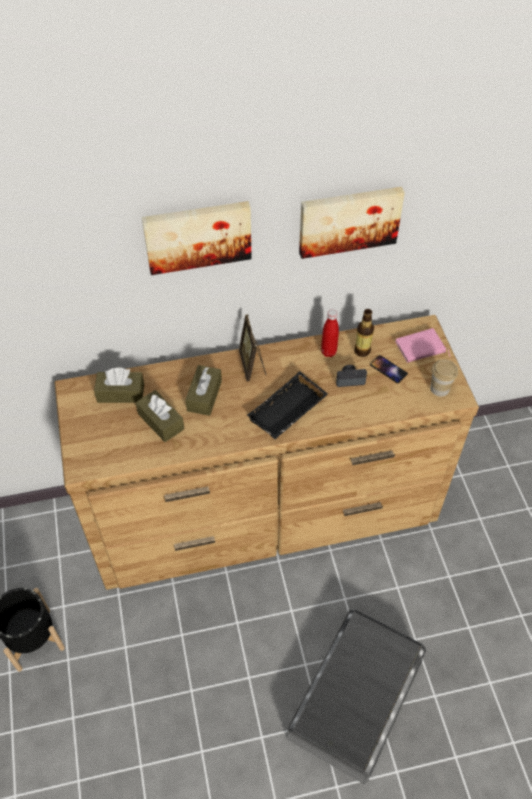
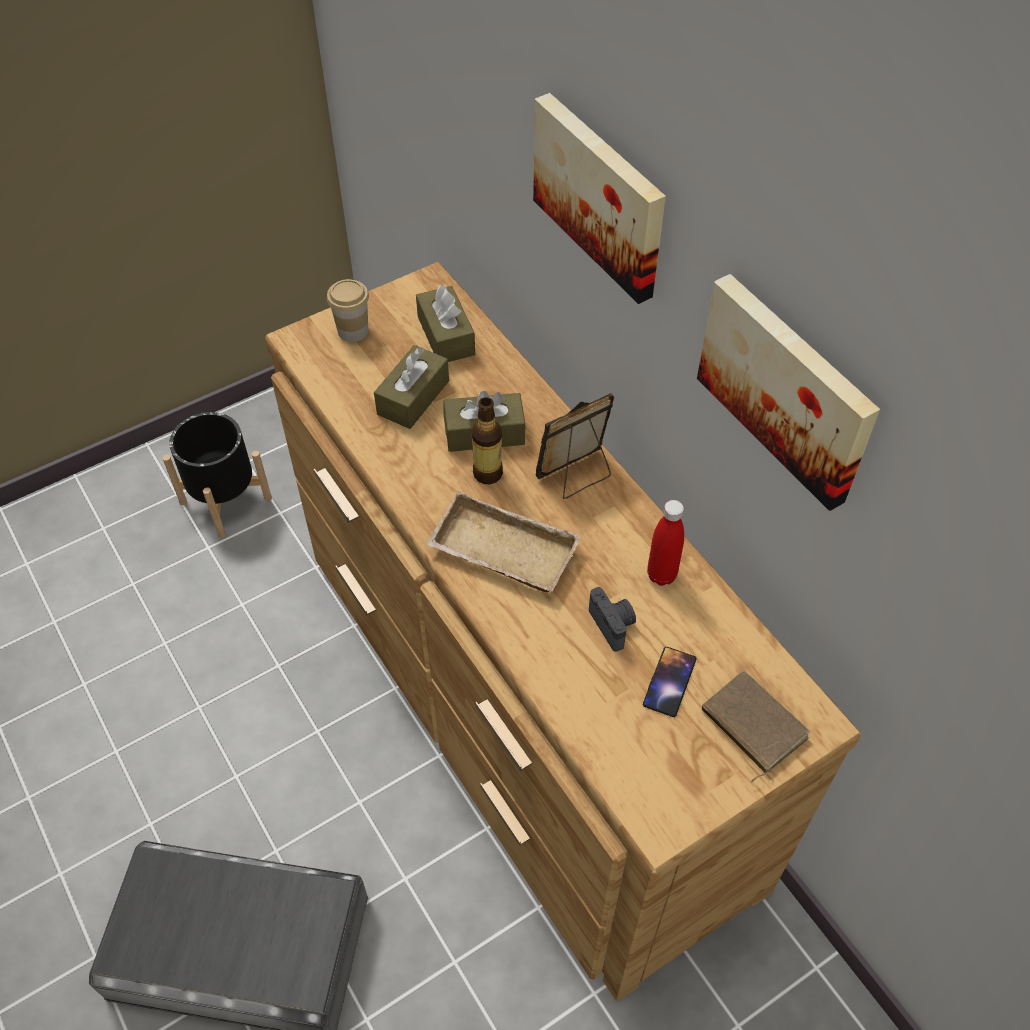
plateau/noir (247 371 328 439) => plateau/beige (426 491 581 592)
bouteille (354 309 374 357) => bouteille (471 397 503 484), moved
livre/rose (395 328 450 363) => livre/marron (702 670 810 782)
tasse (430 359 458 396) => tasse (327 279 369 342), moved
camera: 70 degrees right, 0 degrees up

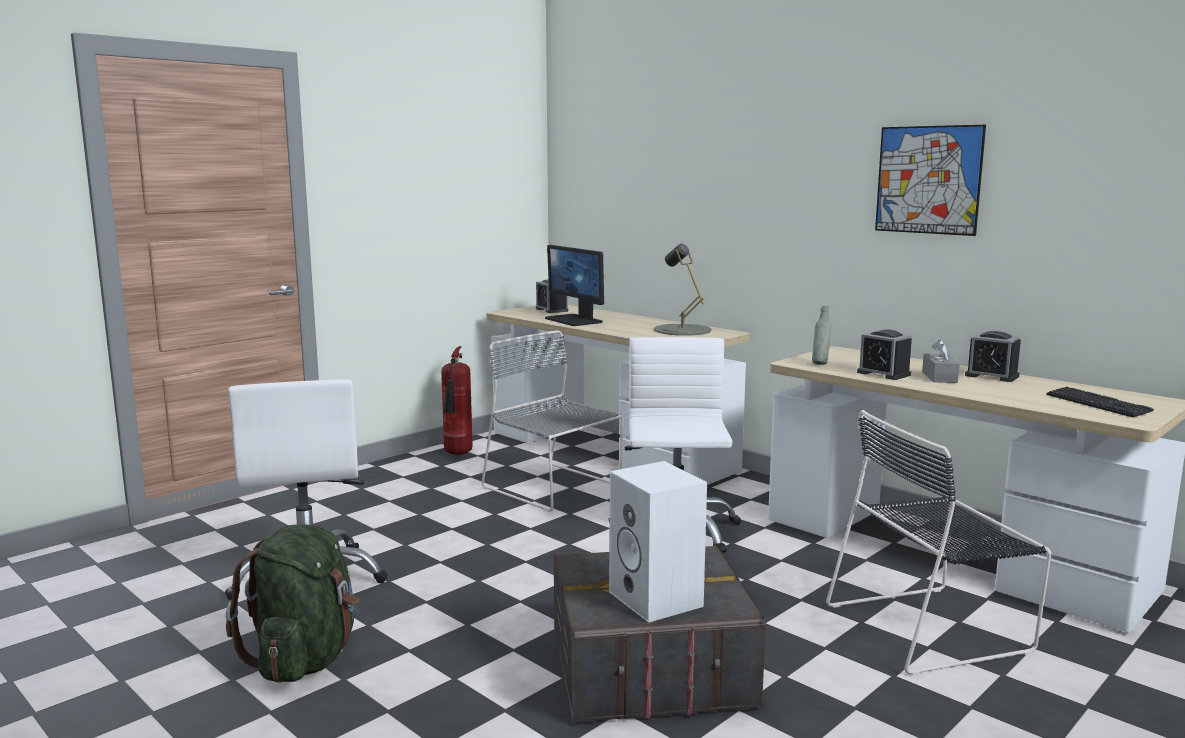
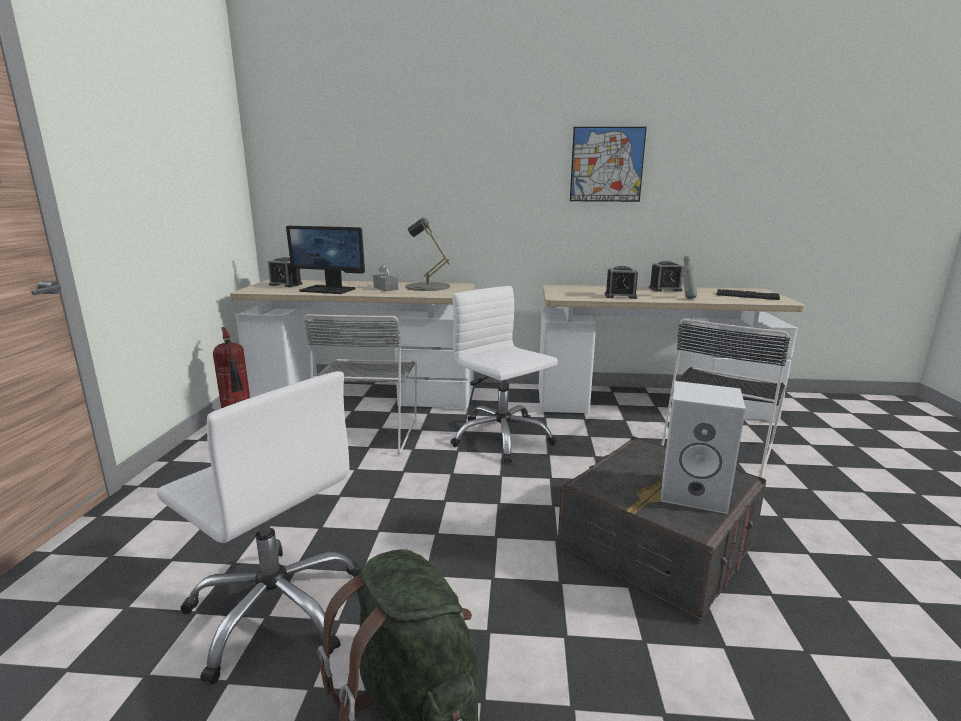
chaise/gris (482 330 623 512) => chaise/gris (304 314 417 454), 90 degrees counterclockwise
bouteille/gris (812 306 831 365) => bouteille/gris (682 256 697 298), moved
boîte à mouchoirs/gris (922 339 960 383) => boîte à mouchoirs/gris (373 264 398 291), moved
camera: 40 degrees left, 5 degrees up

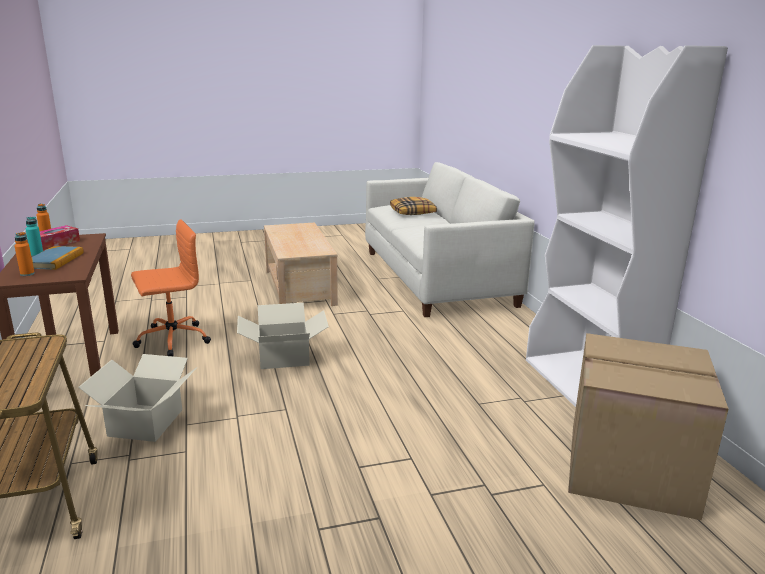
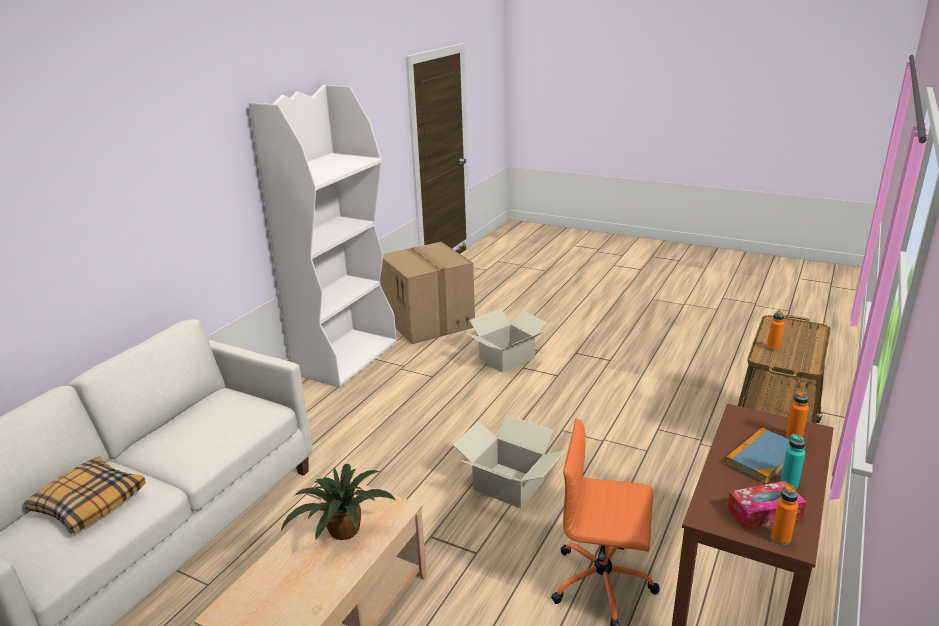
carton (78 354 197 442) => carton (466 309 547 373), moved
nothing => plante en pot (281 464 396 541)
nothing => bouteille/orange (767 310 784 352)
camera: 135 degrees left, 5 degrees up

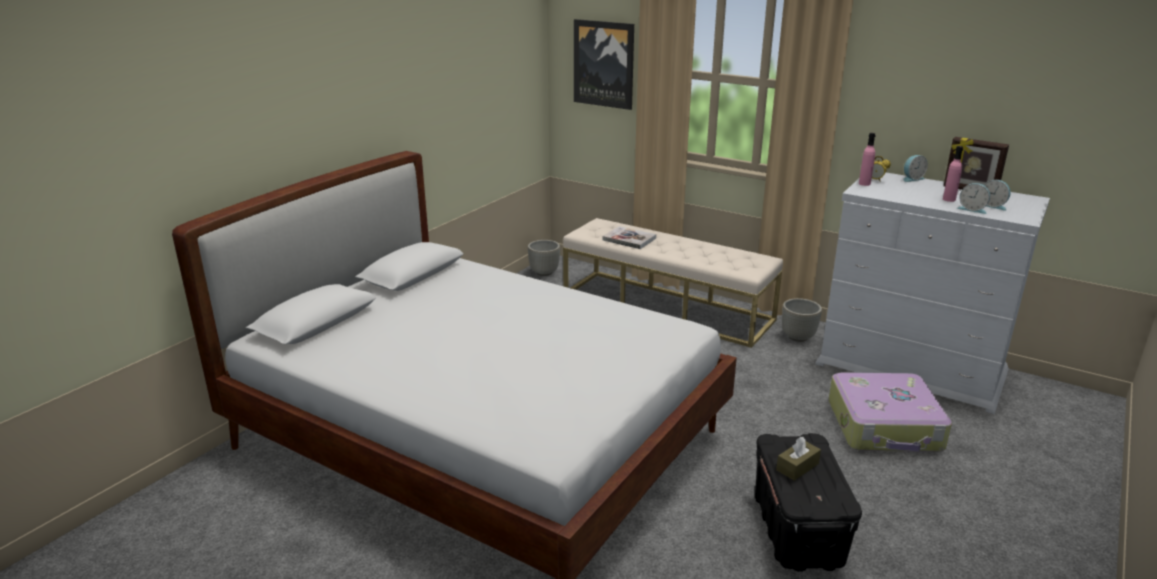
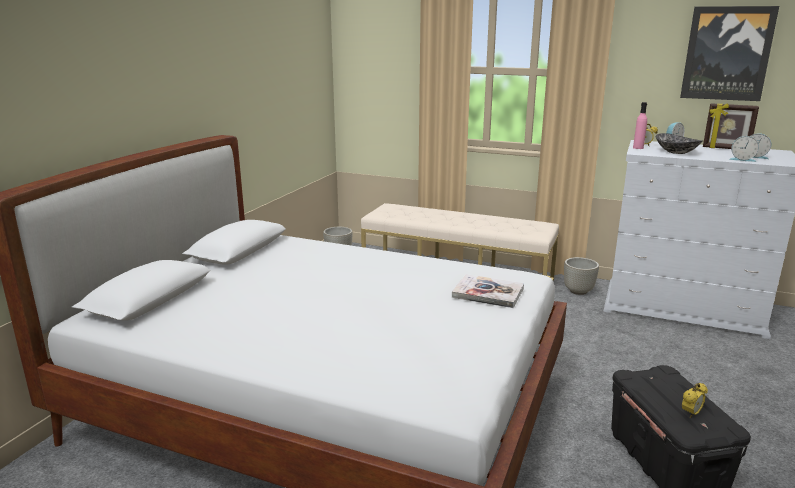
tableau (574 19 634 110) => tableau (680 6 779 101), moved
livre (602 226 656 249) => livre (452 274 524 308), moved
boîte à mouchoirs/marron (776 437 821 481) => nothing
valise (829 372 952 452) => nothing
bouteille/rose (943 146 963 202) => nothing
nothing => bol (656 133 702 154)
nothing => réveil (682 383 708 418)
camera: 10 degrees left, 5 degrees down

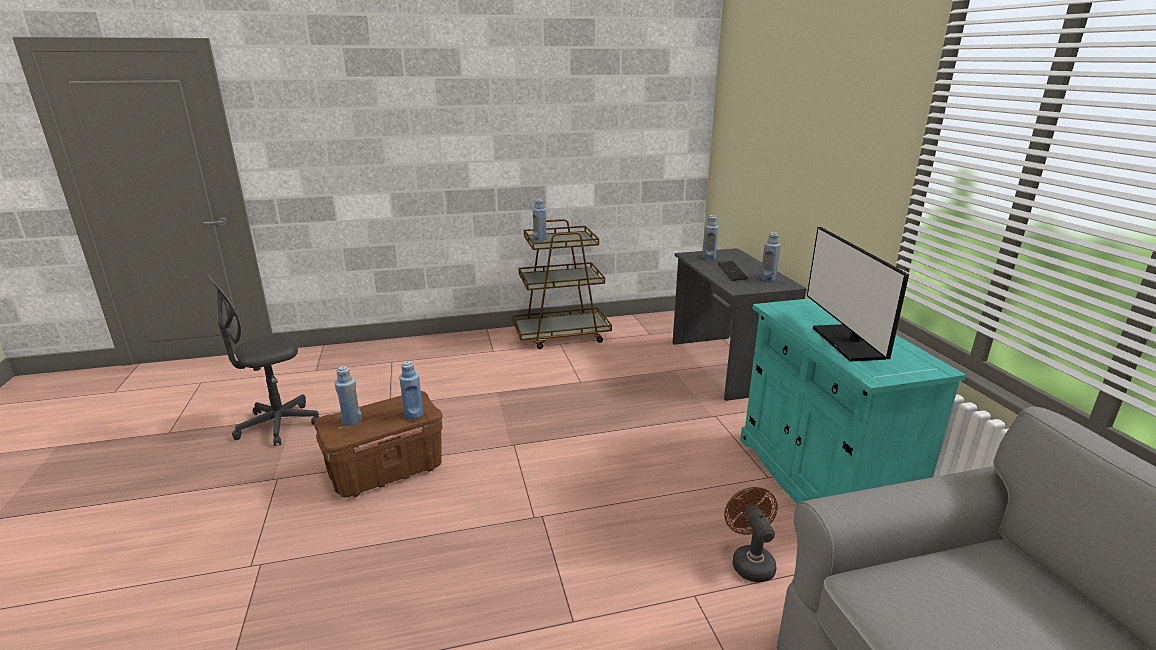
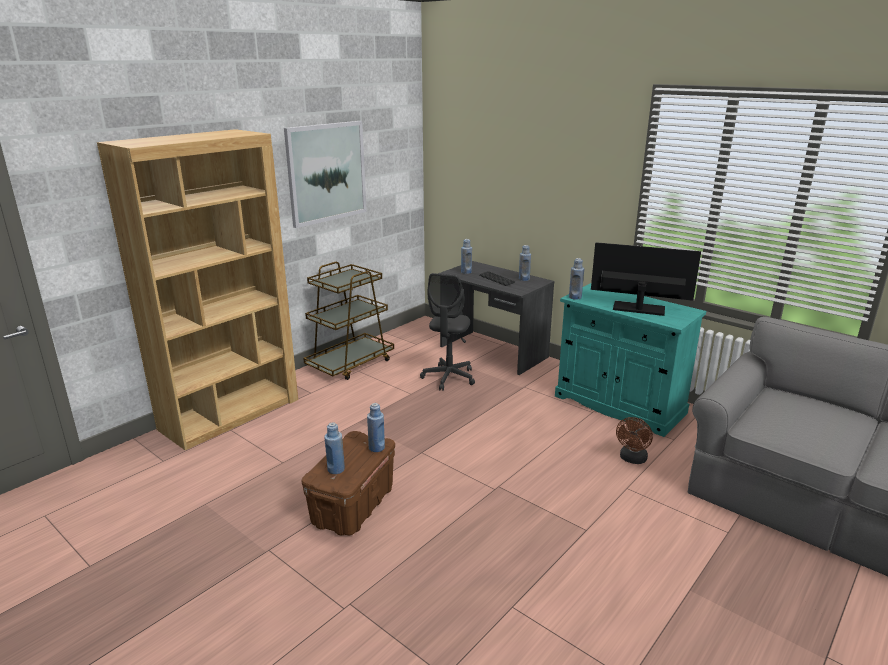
chaise de bureau/gris (205 273 319 446) => chaise de bureau/gris (420 273 475 391), moved
bouteille/bleu (533 199 546 241) => bouteille/bleu (569 258 584 300), moved
ventilateur/marron (724 487 778 582) => ventilateur/marron (616 417 653 464), 105 degrees counterclockwise
écran d'ordinateur (807 227 909 362) => écran d'ordinateur (591 242 701 316), 150 degrees clockwise
nothing => bibliothèque/marron (97 129 298 450)
nothing => tableau (284 121 367 228)
camera: 35 degrees left, 0 degrees up

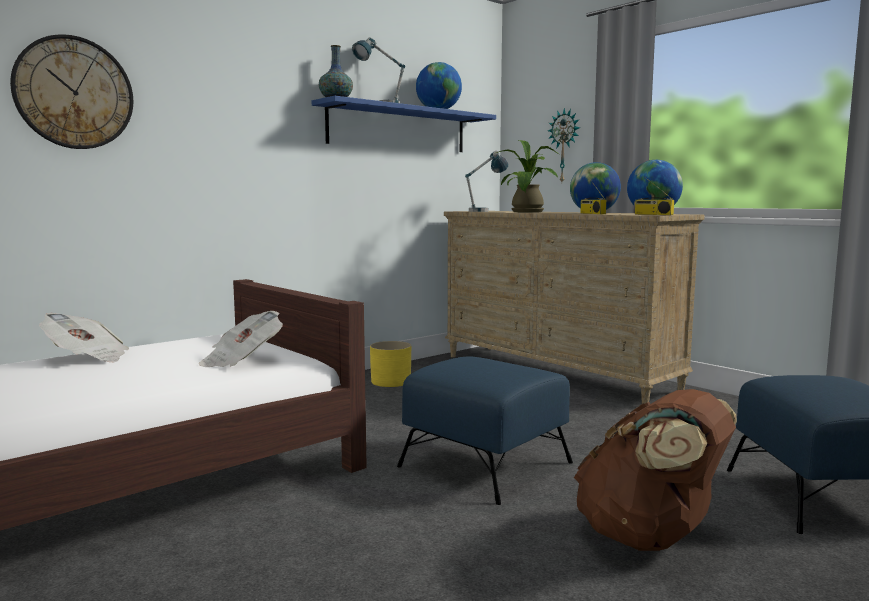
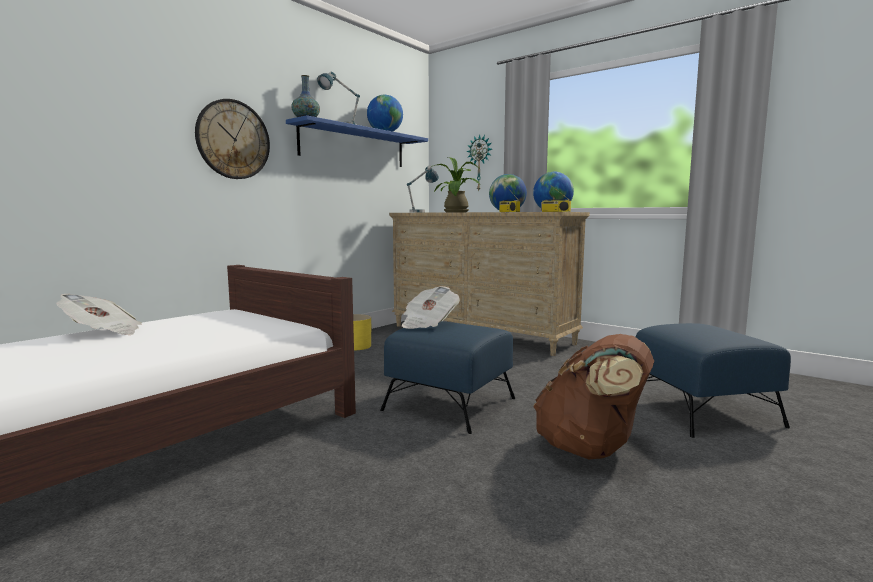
horloge murale (10 34 133 149) => horloge murale (195 99 270 179), moved
journal (199 311 283 367) => journal (401 286 460 329), moved
camera: 10 degrees left, 0 degrees up

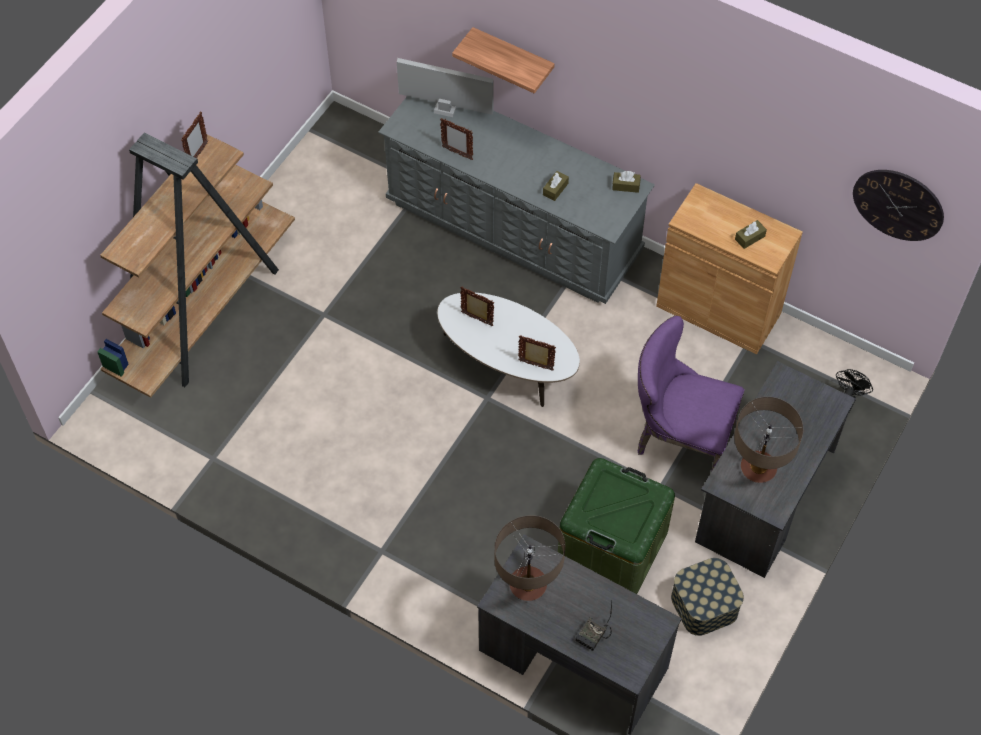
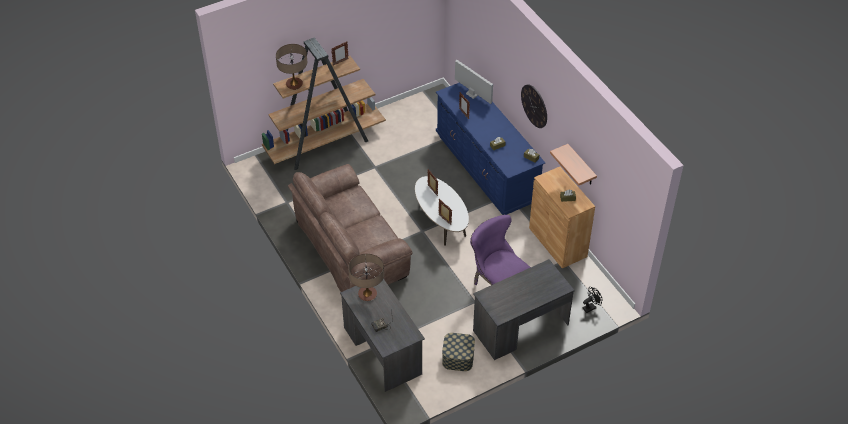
commode/gris (378 96 655 304) => commode/bleu (436 83 545 215)
étagère (452 27 555 94) => étagère (550 144 597 186), moved
boîte de rangement/vert (558 458 675 594) => nothing
lampe de table (734 397 803 483) => lampe de table (276 44 307 90), moved
horloge murale (853 170 944 241) => horloge murale (521 84 547 128), moved
nothing => canapé/marron (288 164 412 292)
camera: 30 degrees right, 10 degrees down

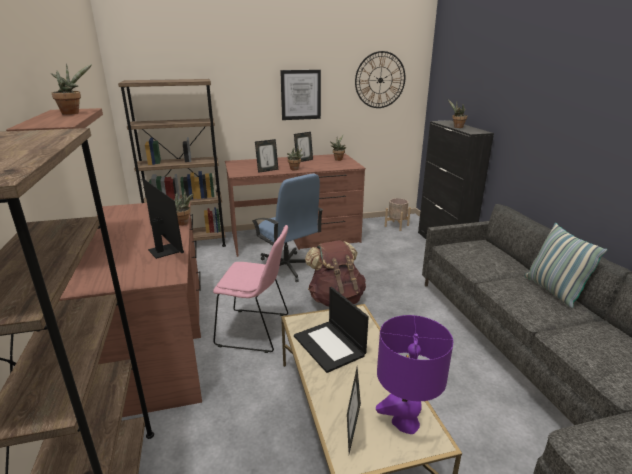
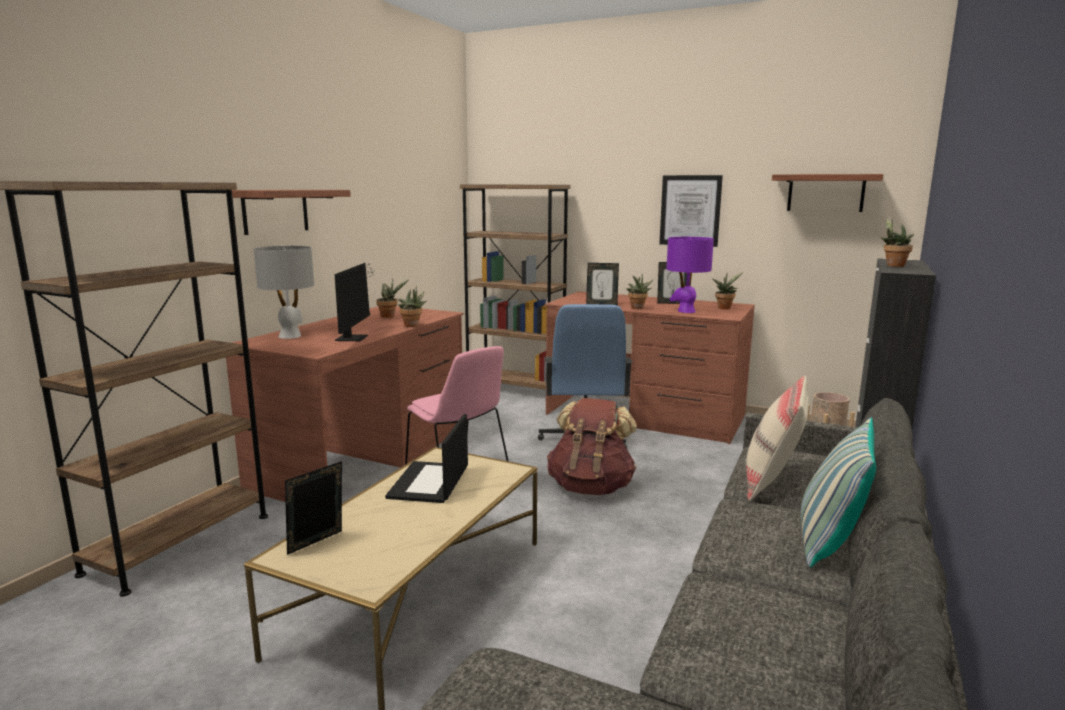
plante en pot (51 64 92 115) => plante en pot (376 278 409 318), moved
horloge murale (355 51 405 108) => étagère (772 174 883 212)
lampe de table/violet (376 315 453 434) => lampe de table/violet (666 237 714 313), moved
nothing => lampe de table/gris (254 246 314 339)
nothing => coussin/beige (746 376 810 501)
camera: 40 degrees right, 10 degrees down

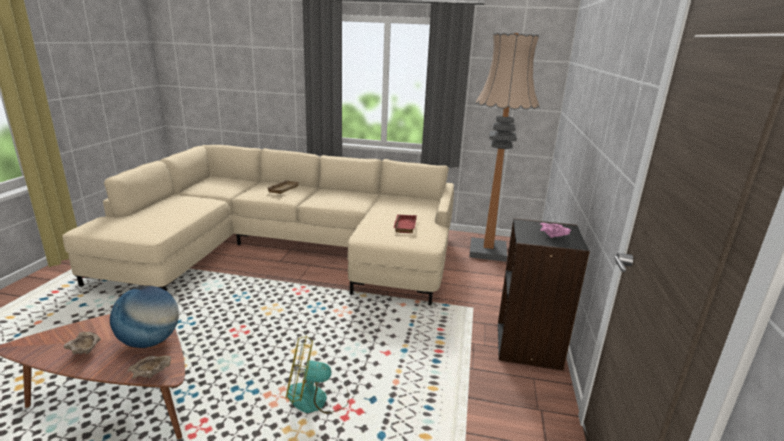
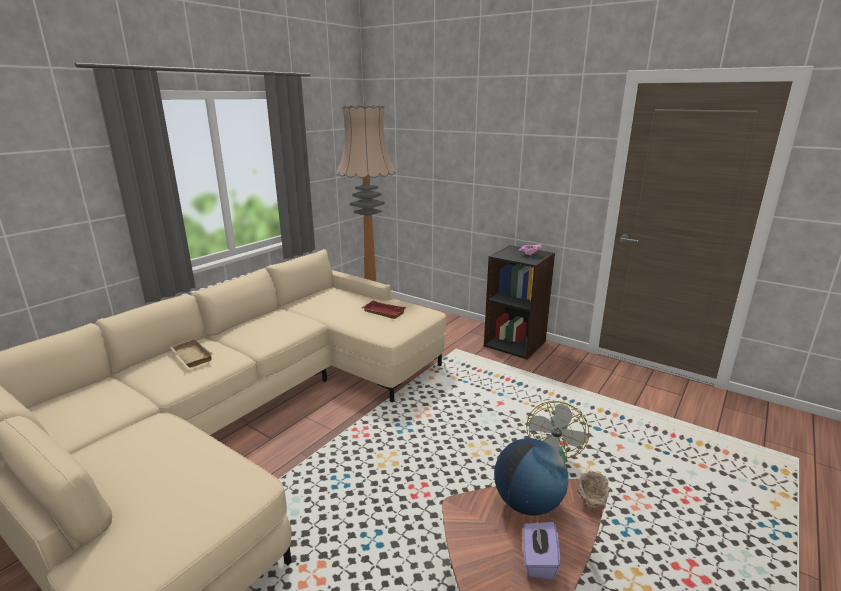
bol/beige (64 332 101 354) => boîte à mouchoirs/violet (523 522 560 580)
camera: 65 degrees left, 0 degrees up

